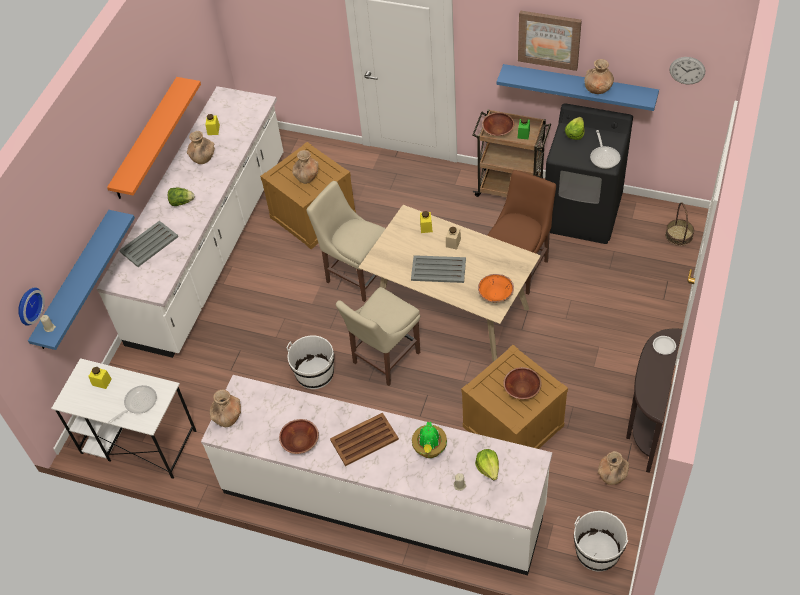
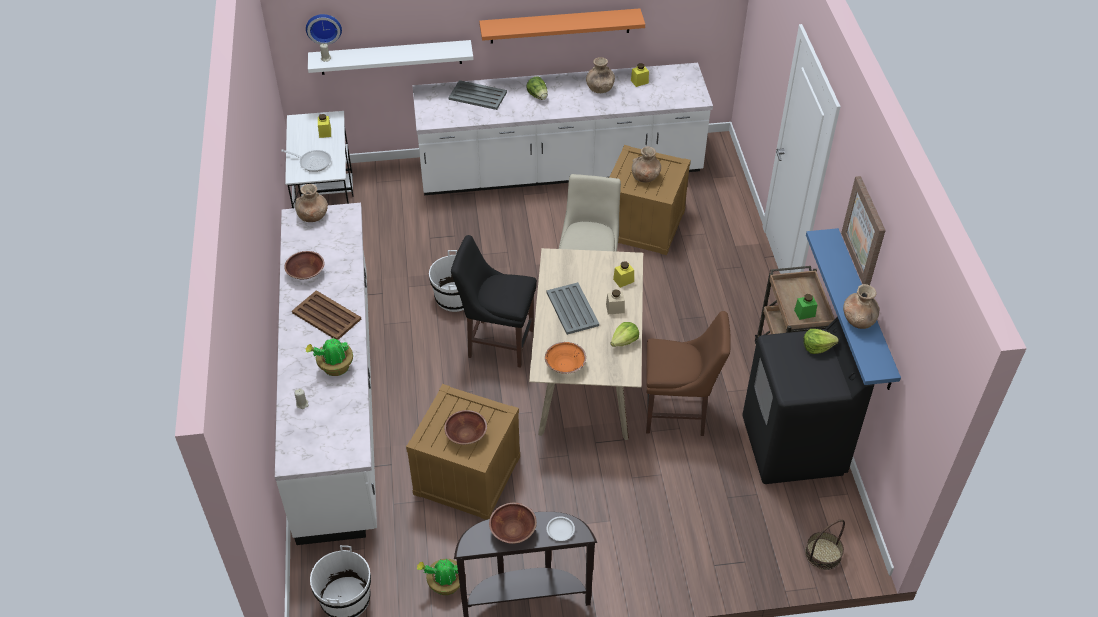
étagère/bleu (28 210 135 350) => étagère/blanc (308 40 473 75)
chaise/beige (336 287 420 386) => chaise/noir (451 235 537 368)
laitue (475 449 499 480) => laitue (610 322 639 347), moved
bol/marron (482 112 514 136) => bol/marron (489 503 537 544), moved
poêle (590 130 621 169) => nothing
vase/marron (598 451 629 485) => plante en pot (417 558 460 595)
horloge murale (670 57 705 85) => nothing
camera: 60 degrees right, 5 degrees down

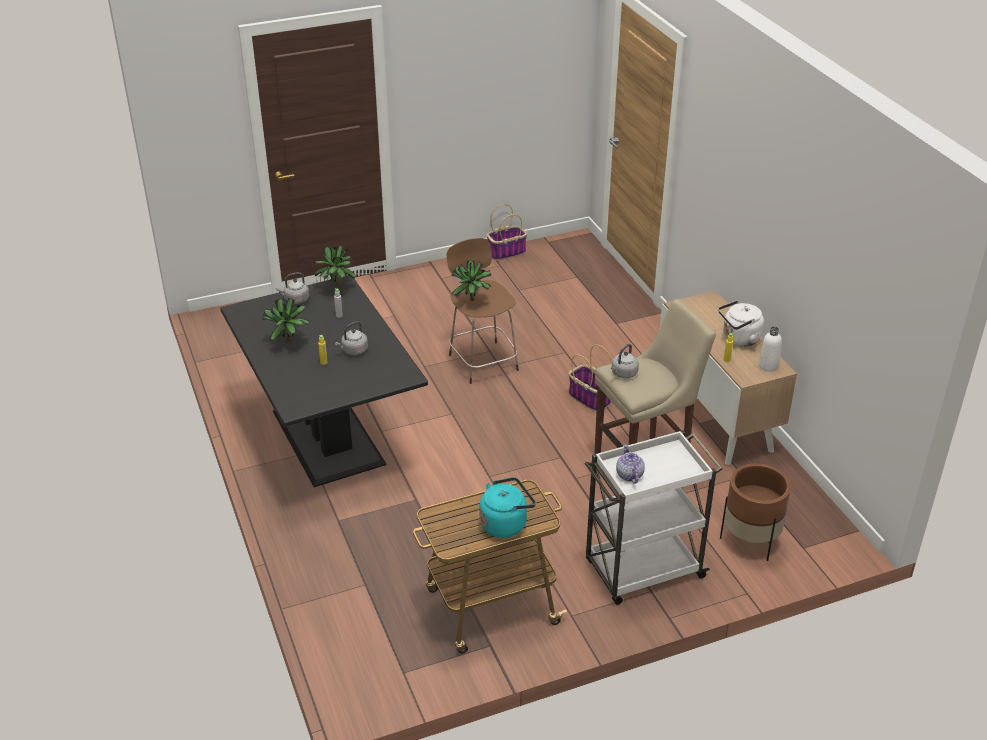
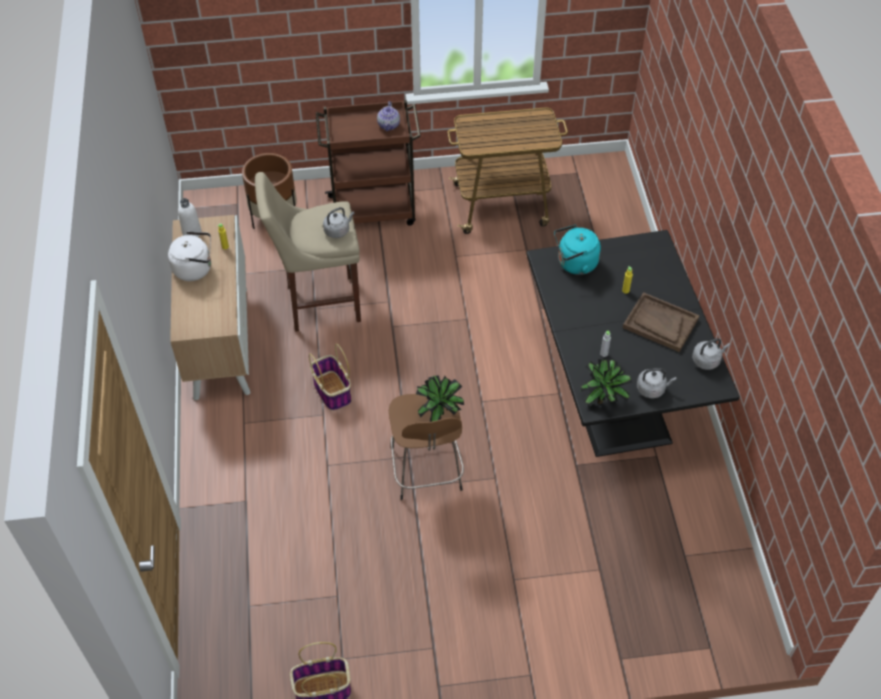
plante en pot (262 298 309 343) => plateau/marron (623 292 699 352)
bouilloire/gris (335 321 368 355) => bouilloire/gris (692 338 730 370), moved
bouilloire/turquoise (479 477 536 538) => bouilloire/turquoise (554 225 601 275), moved
chariot/blanc (585 430 722 605) => chariot/marron (316 100 421 226)
camera: 165 degrees left, 15 degrees up

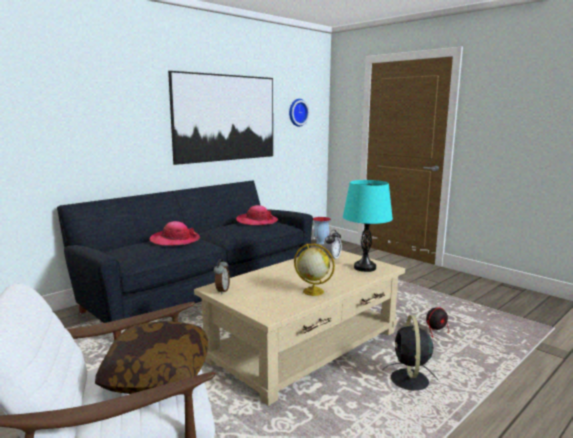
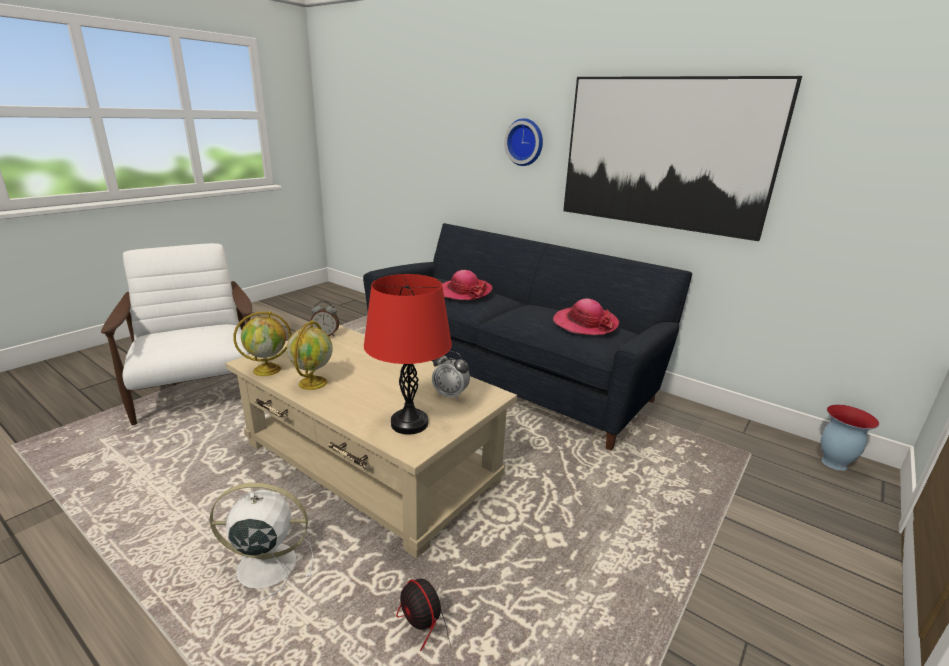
coussin (95 321 208 394) => nothing
horloge murale (289 99 310 127) => horloge murale (504 118 543 166), moved
lampe de table/turquoise (343 180 393 272) => lampe de table/rouge (364 274 452 435)
ventilateur/noir (382 315 439 391) => ventilateur/blanc (210 483 313 602)
nothing => globe (233 311 291 376)
camera: 80 degrees right, 10 degrees up

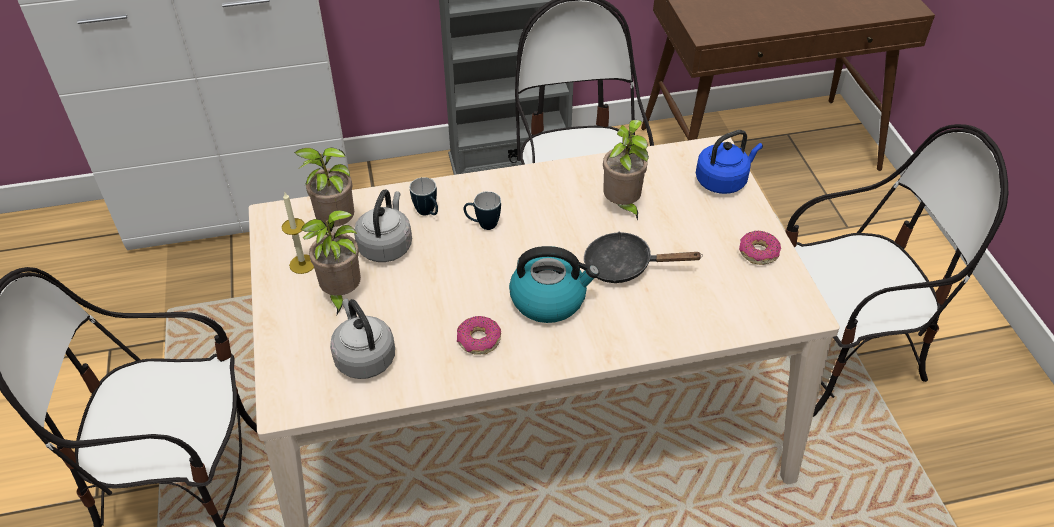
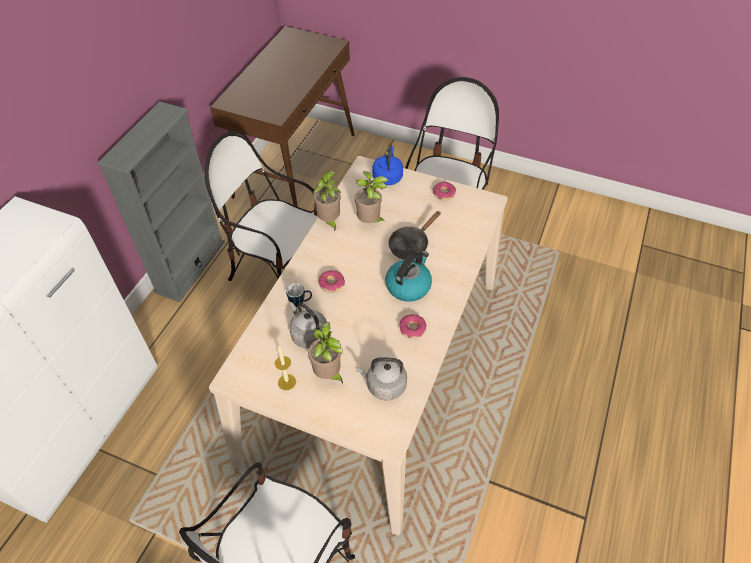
plante en pot (294 147 354 234) => plante en pot (313 171 341 231), moved
mug (464 191 501 230) => beignet (319 270 345 292)
camera: 55 degrees left, 5 degrees up

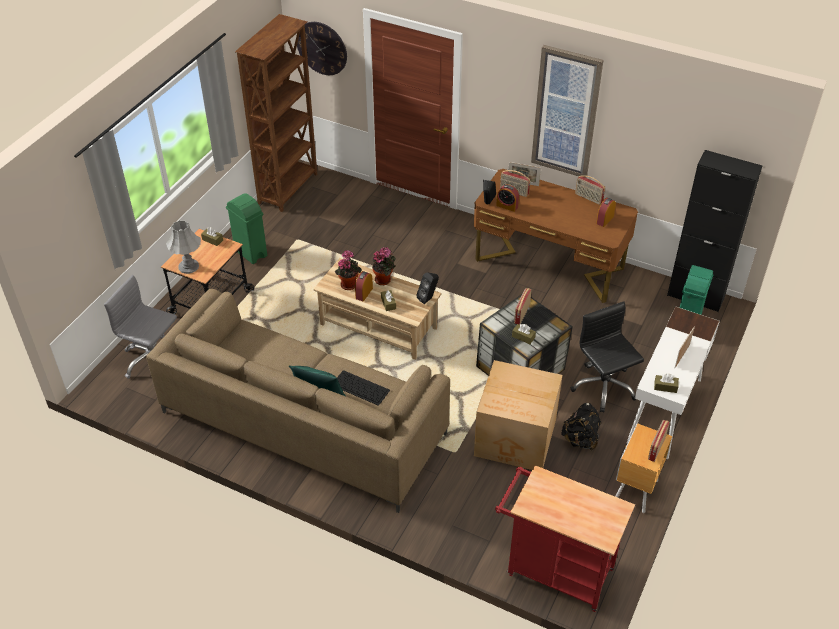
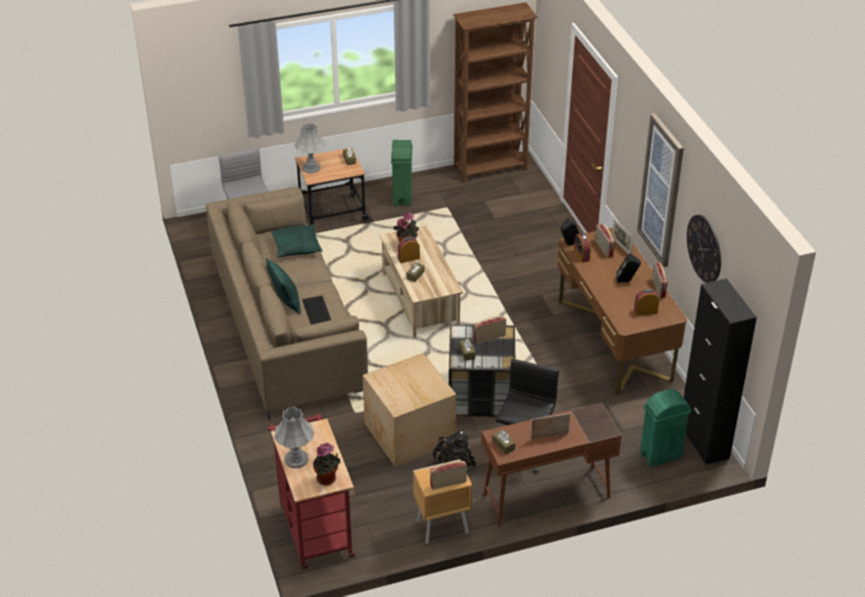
horloge murale (297 22 347 75) => horloge murale (687 215 721 283), moved
plante en pot (372 247 396 285) => plante en pot (313 442 341 486), moved
enceinte/noir (416 272 439 304) => enceinte/noir (616 254 641 282), moved
bureau/blanc (627 306 720 459) => bureau/marron (481 403 621 527)
nothing => coussin/vert (271 224 322 257)
nothing => lampe de table/gris (274 407 315 468)
camera: 45 degrees right, 5 degrees down

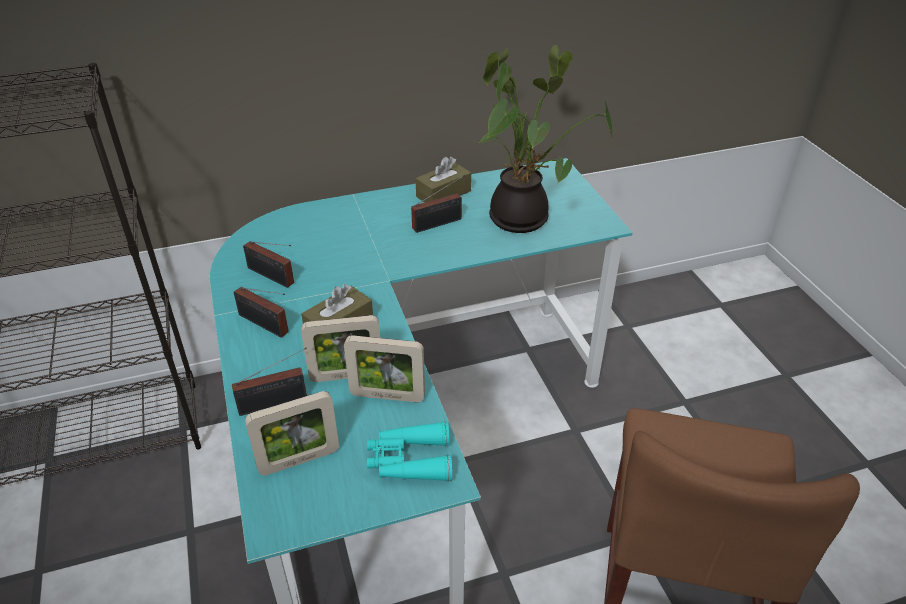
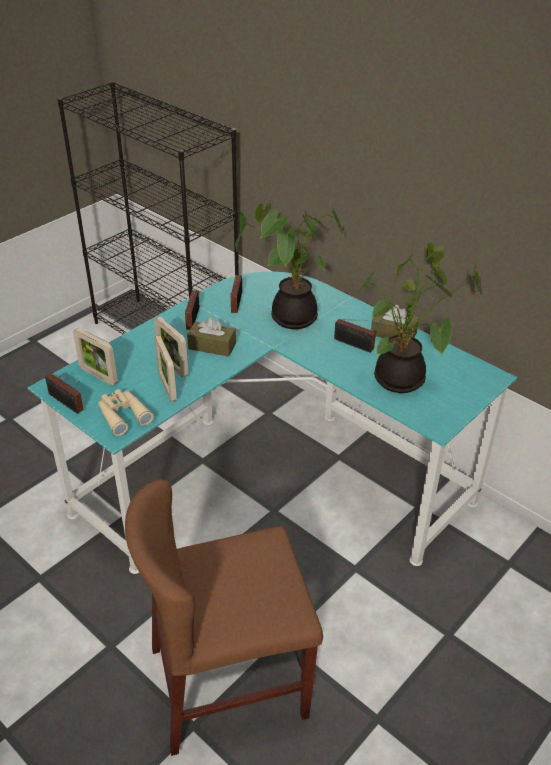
radio (232 348 307 416) => radio (45 373 83 414), moved
jumelles/turquoise (367 421 452 481) => jumelles/beige (98 389 154 436)
nothing => plante en pot (235 202 344 329)
camera: 60 degrees right, 0 degrees up

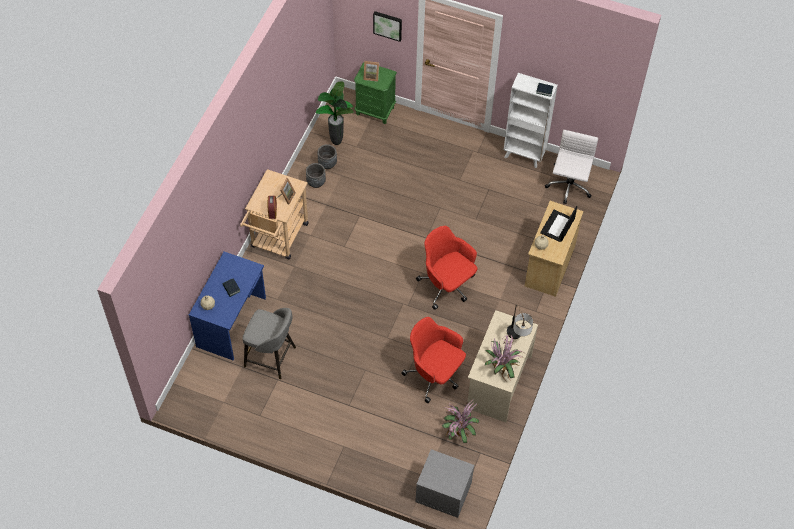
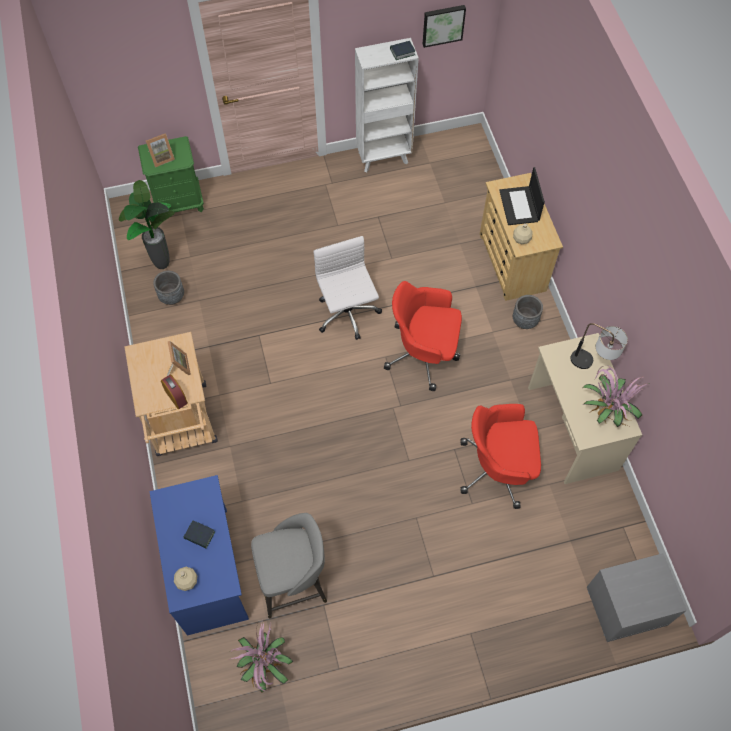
cache-pot/gris (306 163 326 188) => cache-pot/gris (513 295 543 329), moved
tableau (373 11 402 42) => tableau (423 5 466 48), moved
plante en pot (442 398 479 443) => plante en pot (228 618 293 693), moved
chaise de bureau/blanc (545 130 598 204) => chaise de bureau/blanc (314 236 382 340), moved
camera: 35 degrees left, 5 degrees up

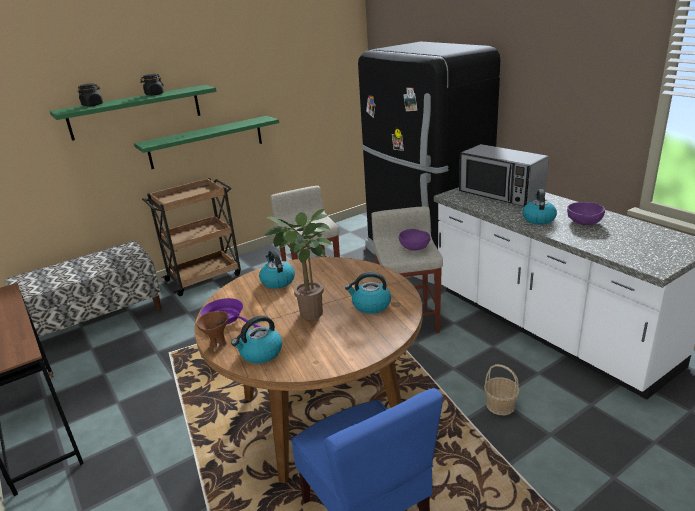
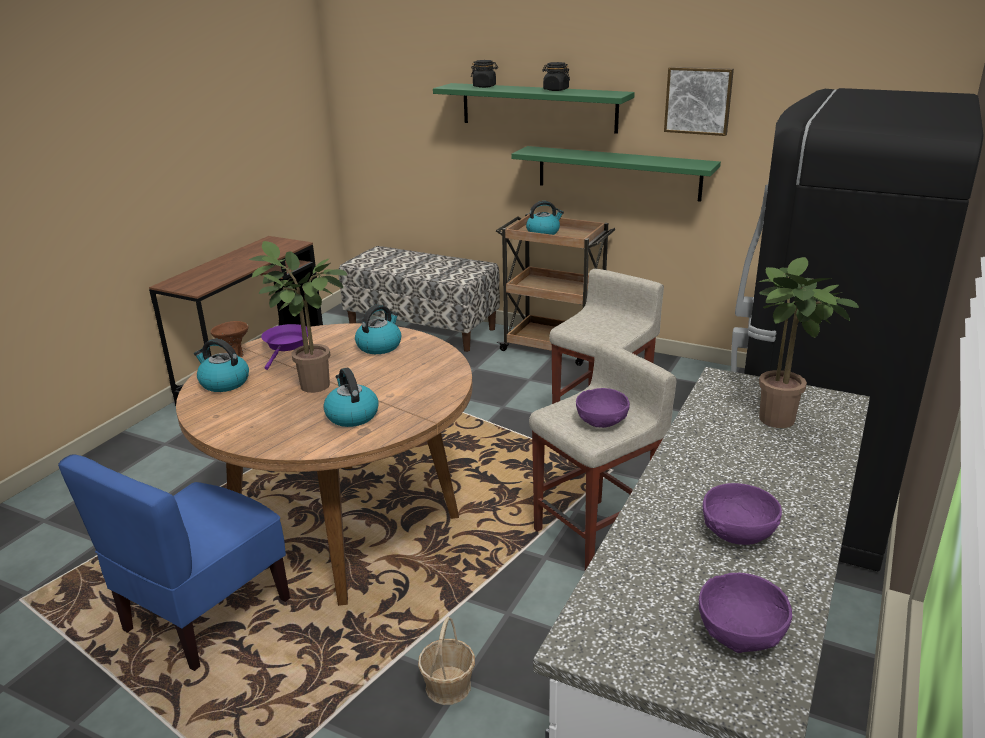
micro-ondes (459 144 549 207) => plante en pot (759 257 859 428)
bouilloire (522 189 557 224) => bouilloire (526 201 564 235), moved
nothing => tableau (664 67 734 136)
nothing => bol/violet (699 573 792 653)
camera: 60 degrees right, 0 degrees up

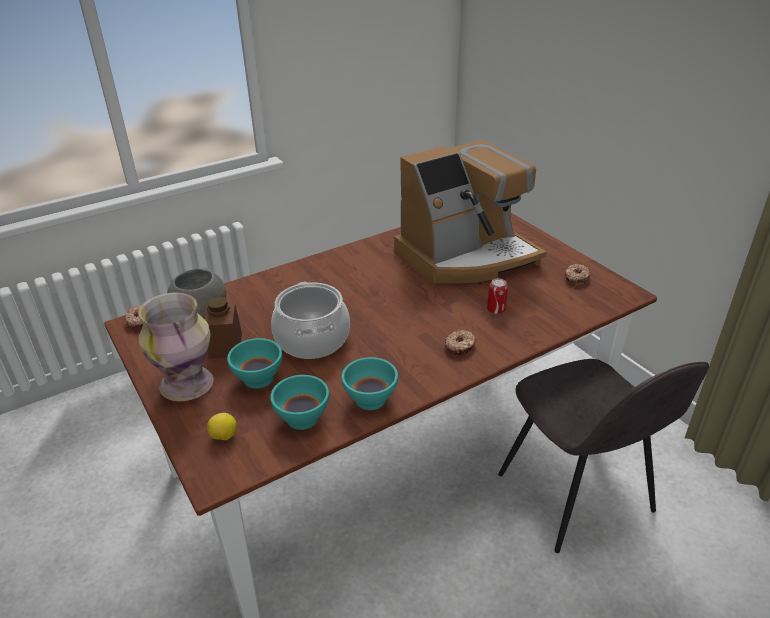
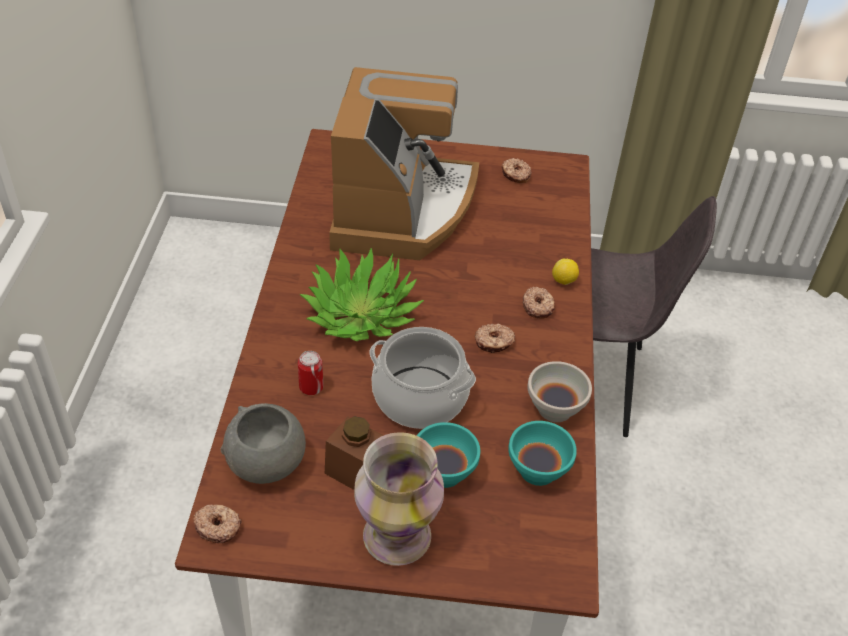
citron (207 413 237 440) => citron (552 258 579 285), moved
bol/turquoise (342 357 398 410) => bol/blanc (527 361 592 422)
boîte métallique (487 278 508 314) => boîte métallique (298 351 323 395), moved
nothing => plante en pot (299 247 424 341)
nothing => beignet (475 324 515 353)
camera: 55 degrees left, 10 degrees up

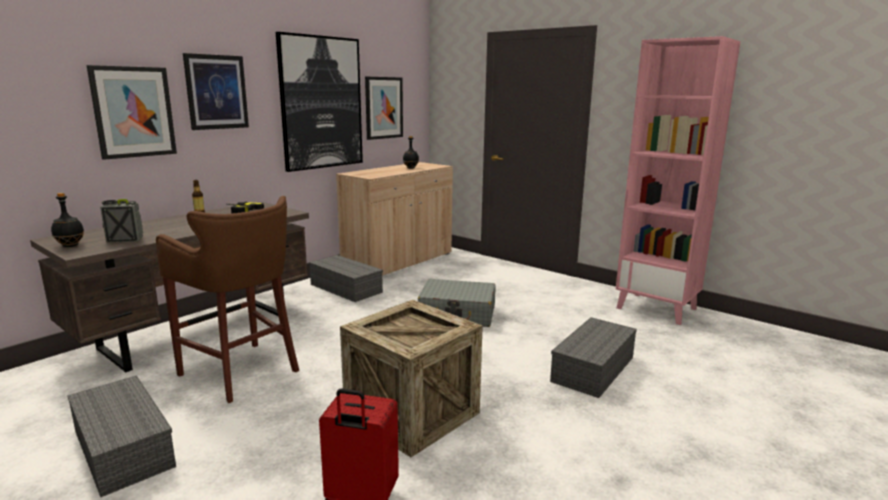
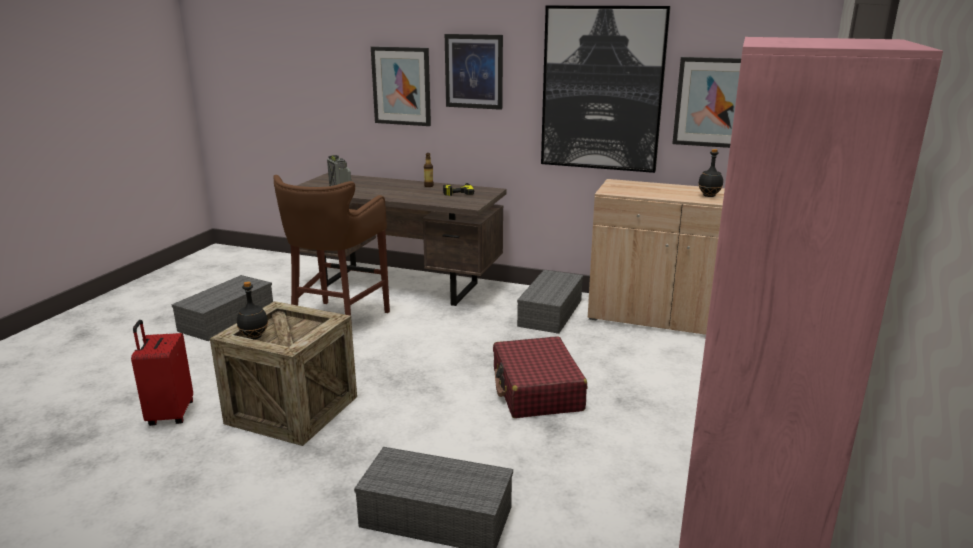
bouteille/noir (51 193 84 247) => bouteille/noir (237 281 268 339), moved
valise/gris (418 279 496 327) => valise/rouge (493 336 587 418)
camera: 70 degrees right, 5 degrees up

